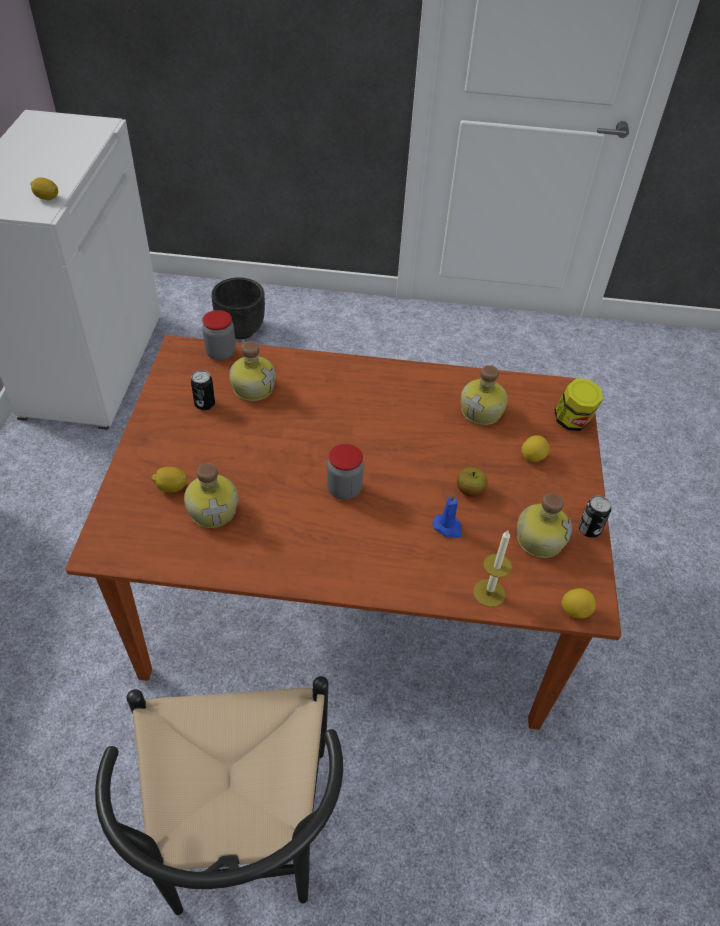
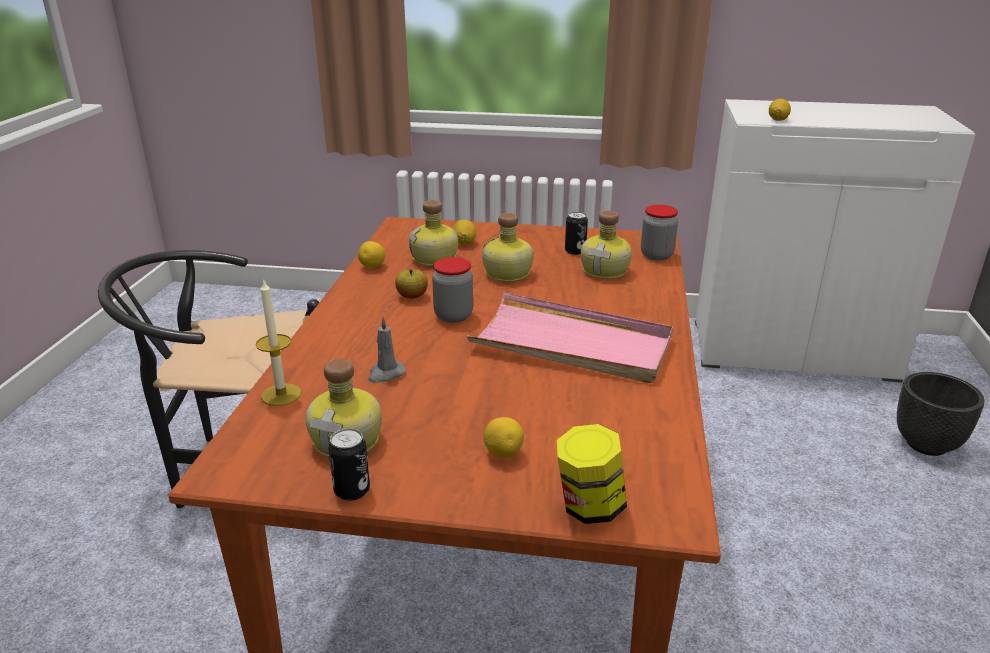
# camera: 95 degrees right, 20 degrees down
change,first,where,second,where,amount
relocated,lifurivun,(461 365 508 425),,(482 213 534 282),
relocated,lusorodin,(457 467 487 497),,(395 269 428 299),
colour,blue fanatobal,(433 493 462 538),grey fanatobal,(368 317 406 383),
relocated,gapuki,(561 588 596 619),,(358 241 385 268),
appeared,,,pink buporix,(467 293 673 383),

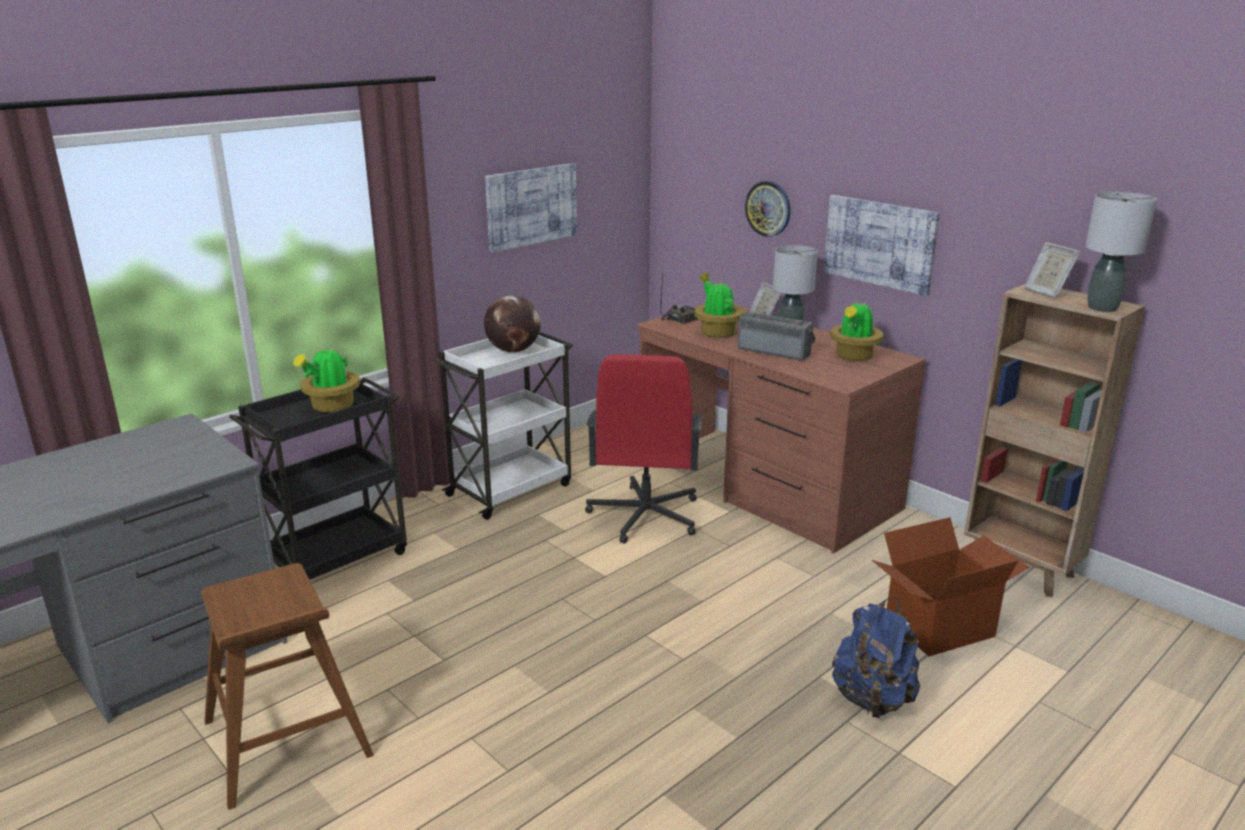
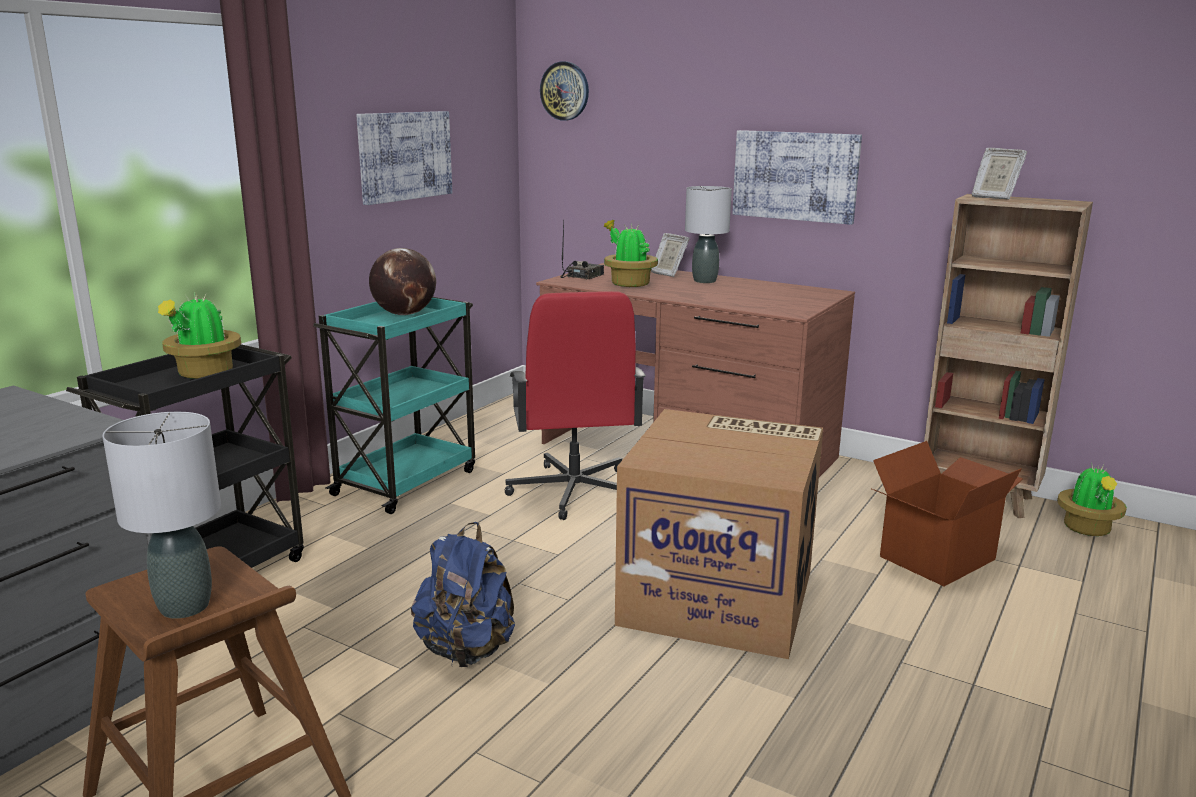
# camera: 15 degrees left, 5 degrees down
change,first,where,second,where,amount
relocated,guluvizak,(745 181 791 237),,(540 62 589 121),
relocated,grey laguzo,(1085 192 1157 312),,(103 412 221 619),
relocated,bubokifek,(830 301 884 361),,(1057 462 1127 536),
missing,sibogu,(738 311 815 361),,,
colour,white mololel,(433 332 573 520),turquoise mololel,(313 297 475 514),
relocated,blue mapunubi,(832 598 920 718),,(411 522 515 667),
appeared,,,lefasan,(615 409 823 659),

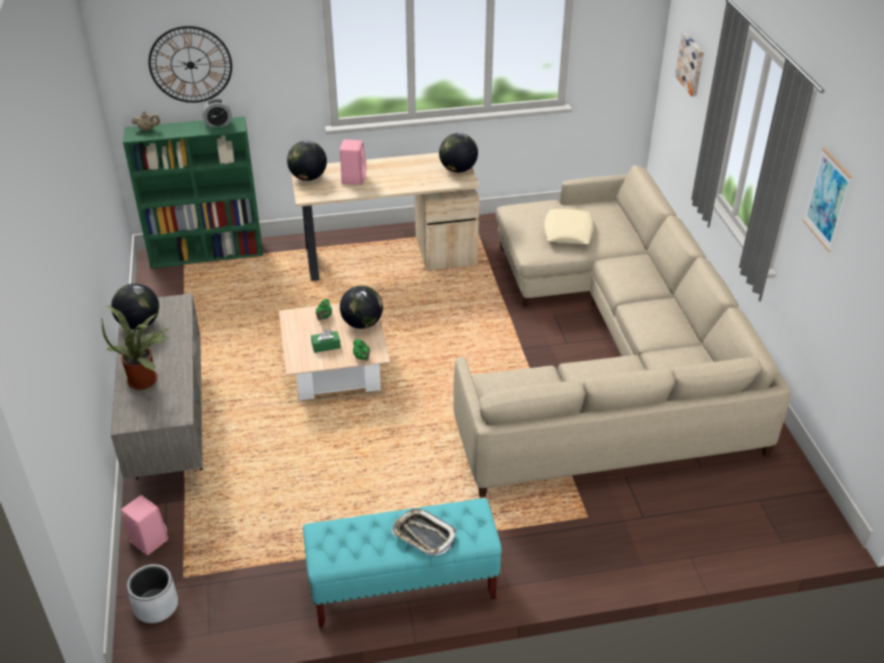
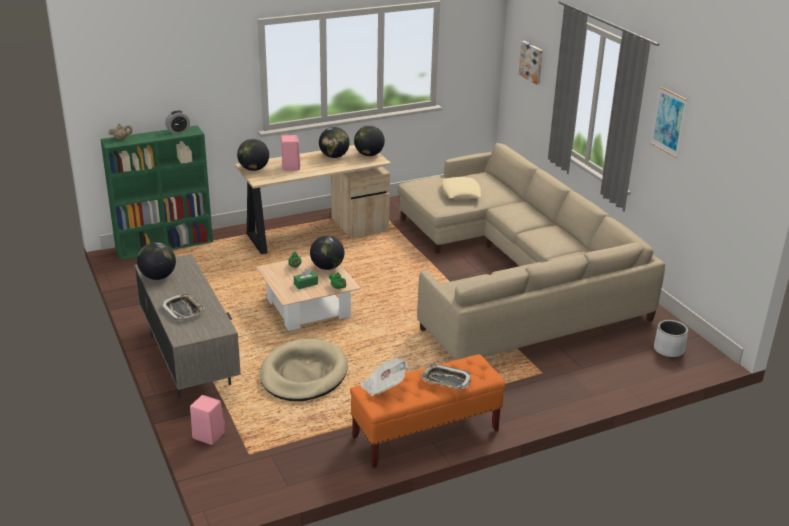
# camera: 15 degrees left, 10 degrees down
change,first,where,second,where,amount
missing,guluvizak,(148 26 232 103),,,
exchanged,bubokifek,(101 306 168 390),buporix,(160 294 205 321),
colour,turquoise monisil,(303 498 502 627),orange monisil,(350 354 505 468),
relocated,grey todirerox,(127 564 178 623),,(654 320 688 357),
appeared,,,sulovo,(319 127 350 158),
appeared,,,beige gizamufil,(260 339 348 401),
appeared,,,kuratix,(360 358 408 396),

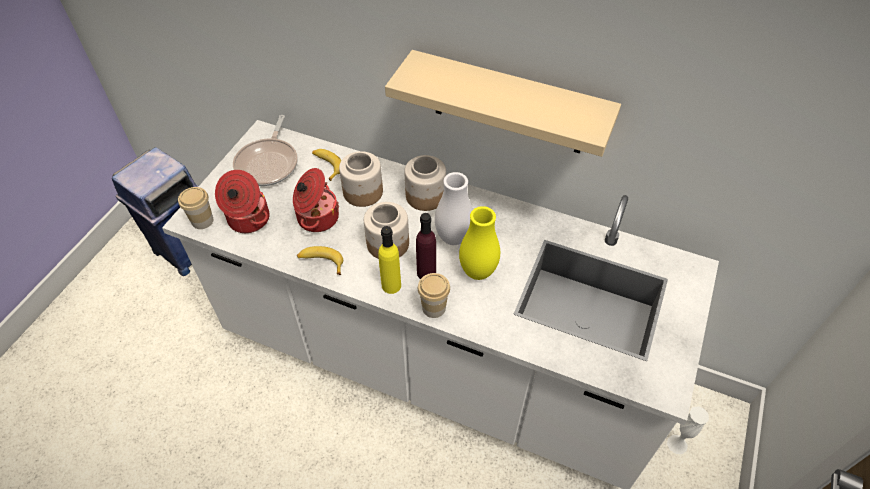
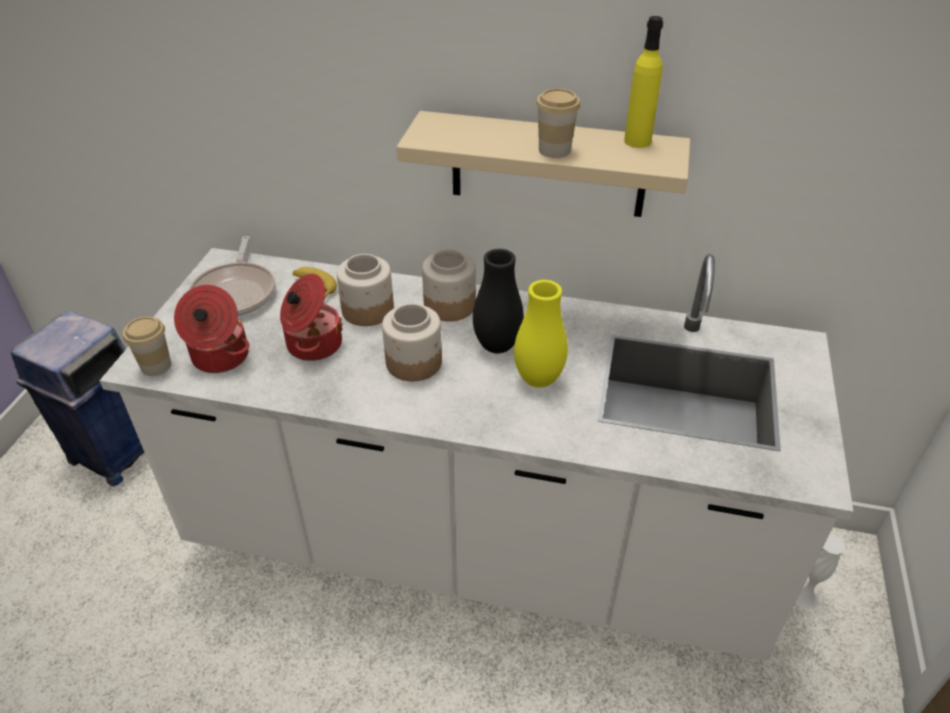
# camera: 10 degrees left, 10 degrees down
change,first,where,second,where,amount
colour,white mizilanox,(435 172 473 245),black mizilanox,(473 249 524 353),
missing,purple lifurivun,(416 213 436 279),,,
relocated,yellow lifurivun,(378 226 401 294),,(624 16 663 148),
missing,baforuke,(297 246 343 275),,,
relocated,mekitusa,(418 273 450 318),,(536 88 580 158),

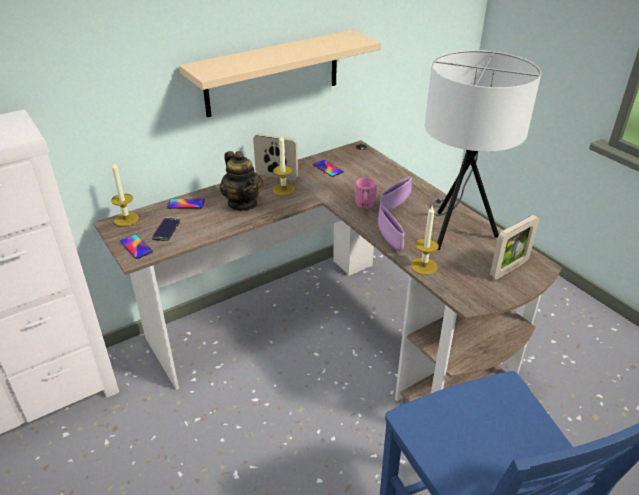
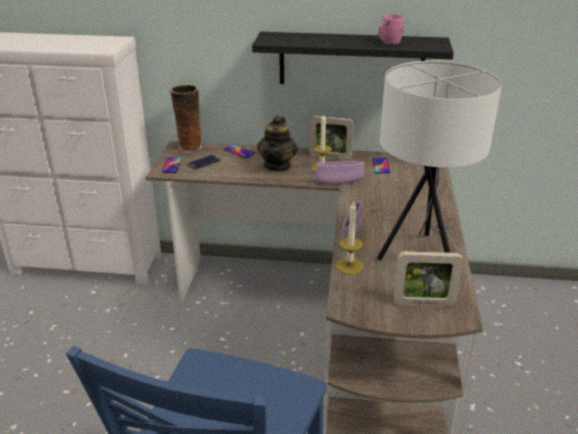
# camera: 40 degrees right, 5 degrees down
change,first,where,second,where,amount
colour,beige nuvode,(179 30 381 117),black nuvode,(252 32 454 84),
spun,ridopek,(253 134 298 181),,(310 116 354 160),135 degrees clockwise
exchanged,fanatobal,(111 161 139 226),mizilanox,(170 84 202 152),
relocated,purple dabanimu,(380 177 412 211),,(315 161 364 184),
relocated,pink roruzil,(355 178 377 209),,(378 14 404 45),

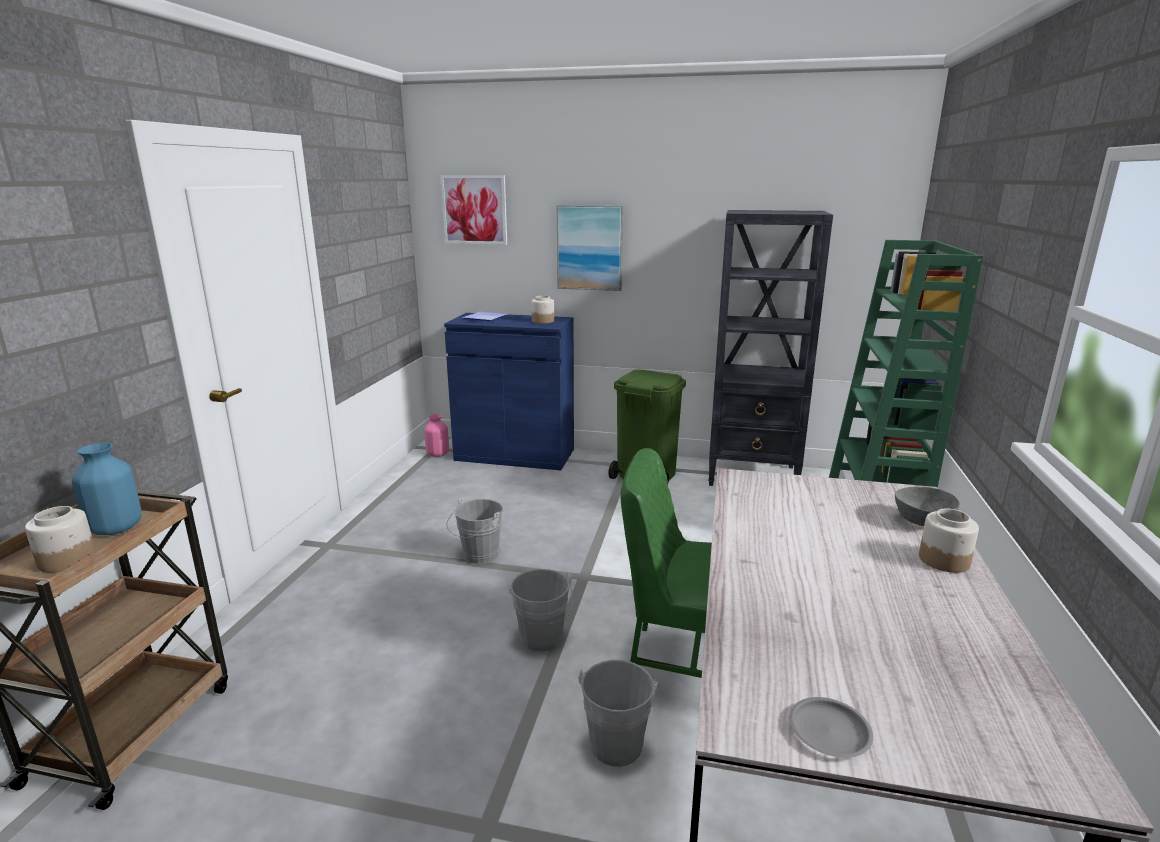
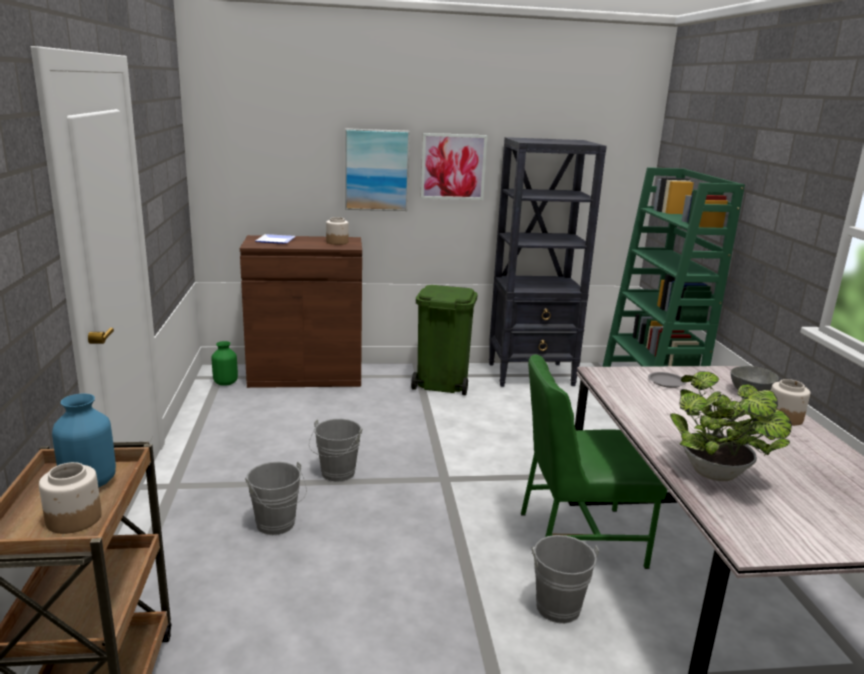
# camera: 20 degrees left, 0 degrees up
change,first,where,second,where,amount
relocated,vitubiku,(440 175 507 245),,(420 133 487 200),
colour,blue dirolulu,(444 313 574 470),brown dirolulu,(240 235 362 388),
colour,pink mizilanox,(424 414 449 457),green mizilanox,(211 341 238 386),
relocated,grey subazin,(508 569 573 652),,(245 461 307 535),
relocated,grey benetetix,(789 697 873 758),,(648 372 687 388),
appeared,,,bubokifek,(670 371 792 481),

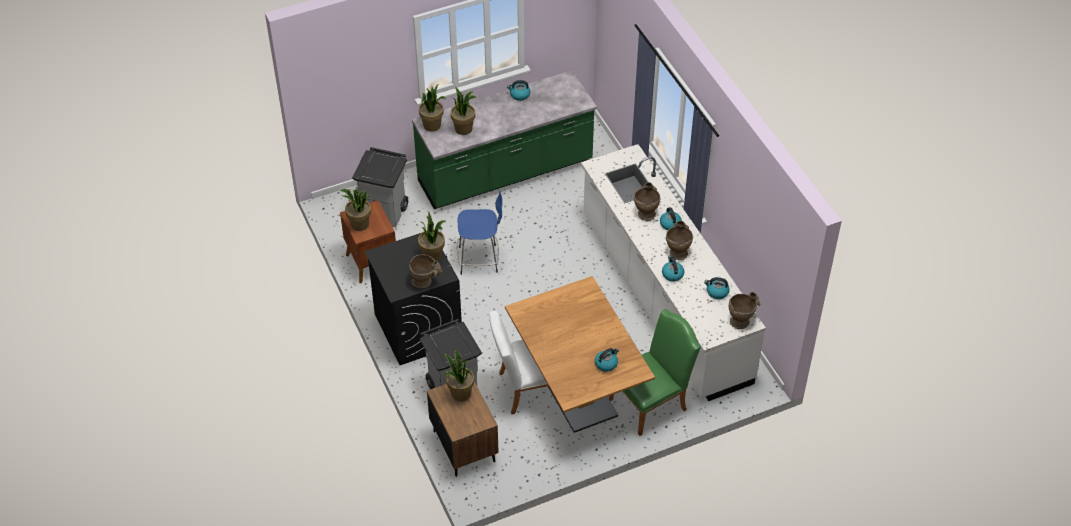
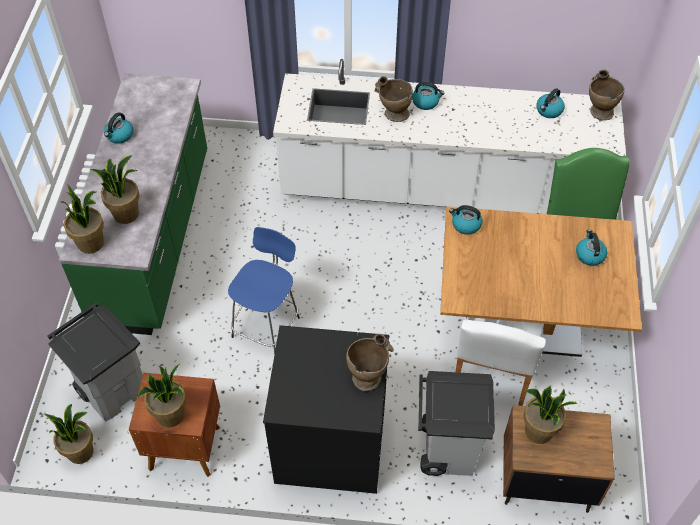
# camera: 60 degrees left, 5 degrees up
change,first,where,second,where,amount
relocated,bubokifek,(418 212 446 261),,(44 404 93 464),
missing,beige mizilanox,(666 221 693 260),,,
relocated,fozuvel,(662 256 684 282),,(449 205 483 235),

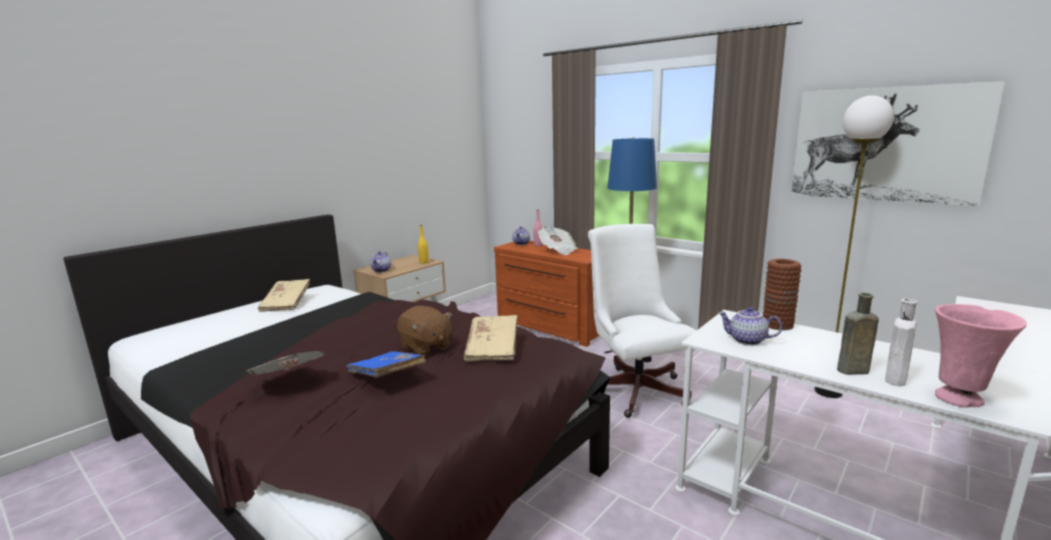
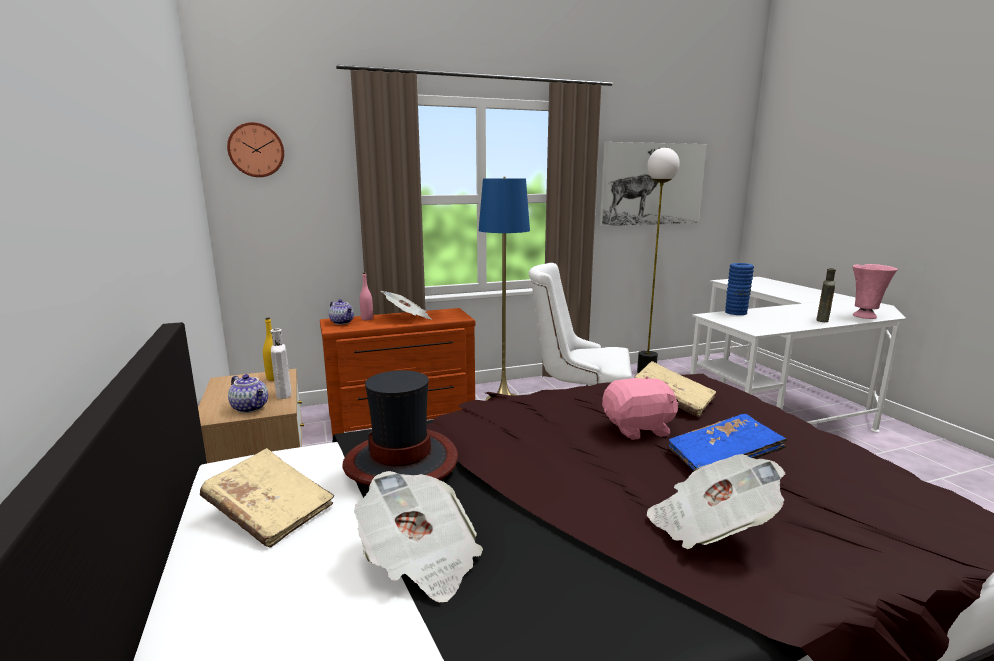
# camera: 60 degrees left, 0 degrees up
change,first,where,second,where,amount
colour,brown mizilanox,(763 259 801 330),blue mizilanox,(725 263 754 315),
relocated,white lifurivun,(885 299 917 386),,(271 329 291 399),
colour,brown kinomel,(397 306 452 356),pink kinomel,(602 376 678 440),
missing,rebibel,(718 307 782 345),,,
appeared,,,guluvizak,(227 122 284 177),
appeared,,,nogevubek,(343 370 458 486),
appeared,,,kuratix,(354 471 483 602),

